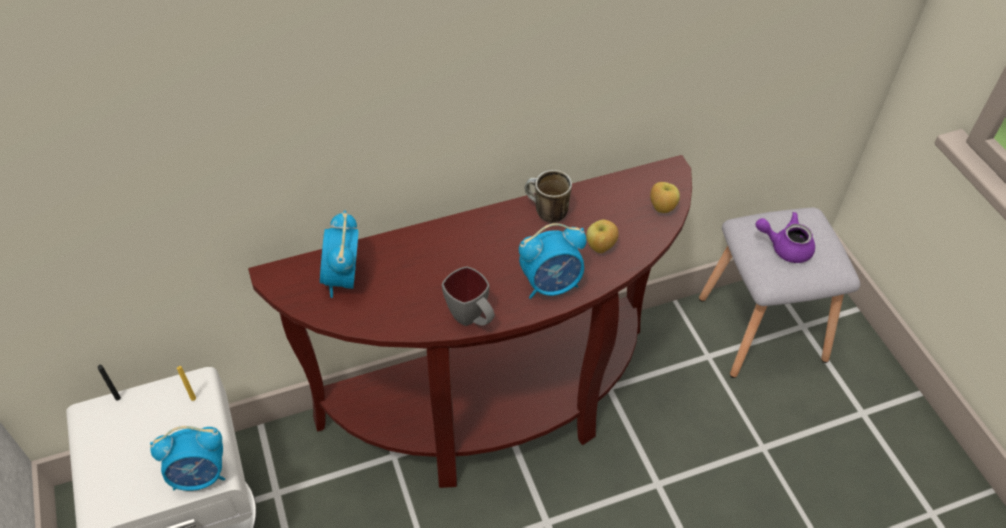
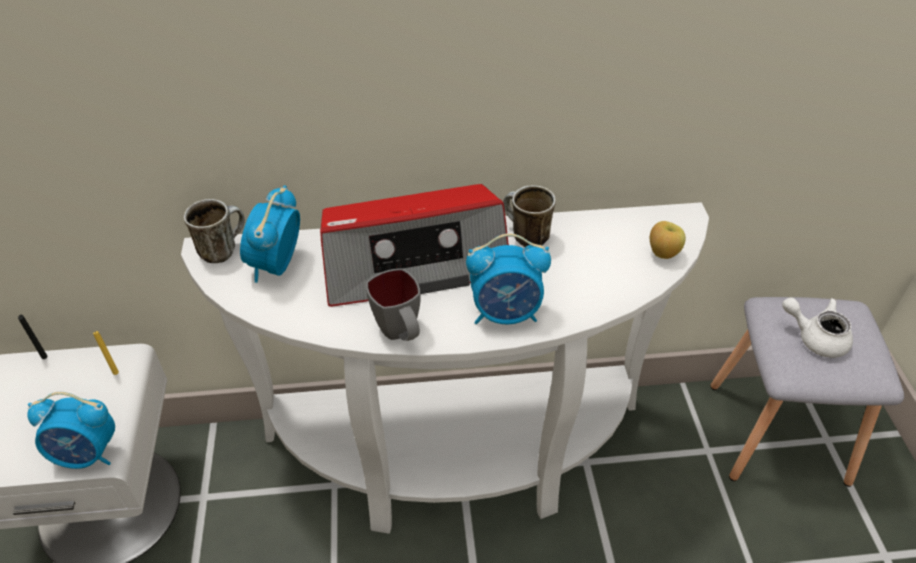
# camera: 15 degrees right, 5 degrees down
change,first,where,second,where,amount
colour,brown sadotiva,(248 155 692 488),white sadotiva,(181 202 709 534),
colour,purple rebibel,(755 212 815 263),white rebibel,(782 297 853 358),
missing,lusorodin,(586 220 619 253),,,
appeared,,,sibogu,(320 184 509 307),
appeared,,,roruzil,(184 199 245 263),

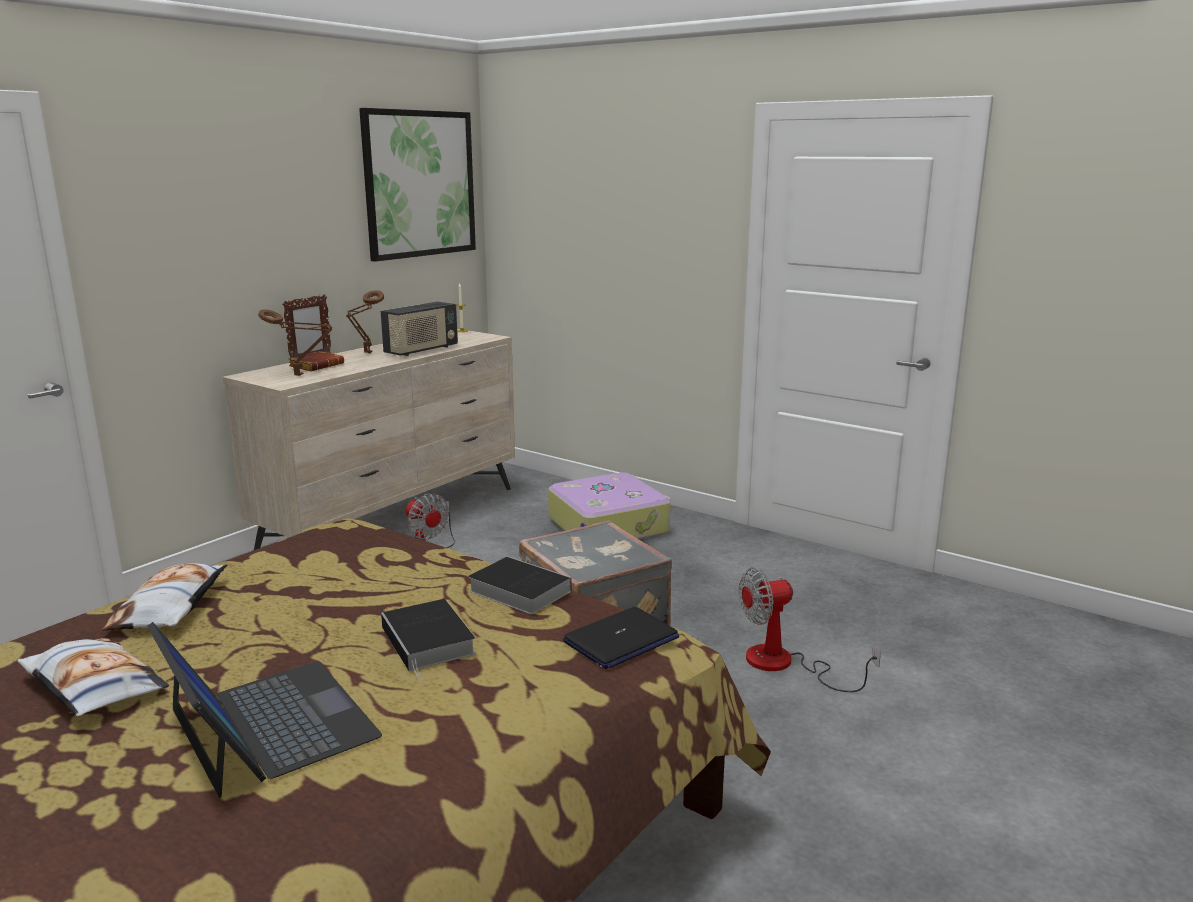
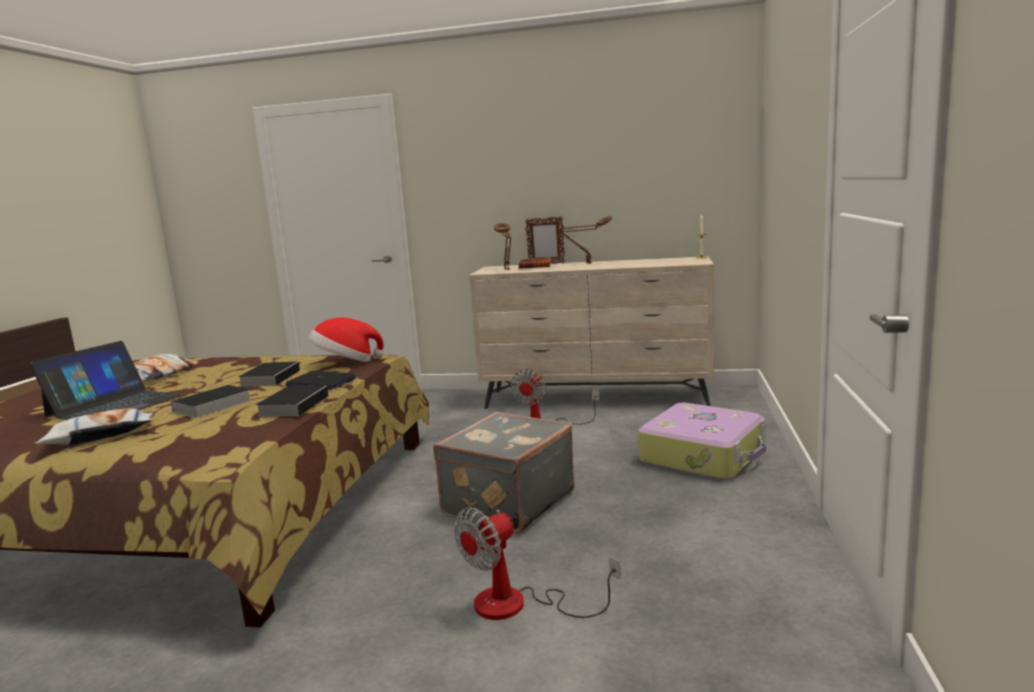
# camera: 65 degrees right, 5 degrees down
change,first,where,second,where,amount
missing,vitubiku,(359 108 476 262),,,
missing,sibogu,(381 302 458 356),,,
relocated,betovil,(101 563 227 631),,(34 409 154 445),
spun,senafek,(739 567 881 692),,(454 508 621 620),90 degrees counterclockwise
relocated,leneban,(563 607 679 669),,(285 371 356 390),
appeared,,,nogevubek,(309 318 384 362),
appeared,,,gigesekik,(238 362 300 387),

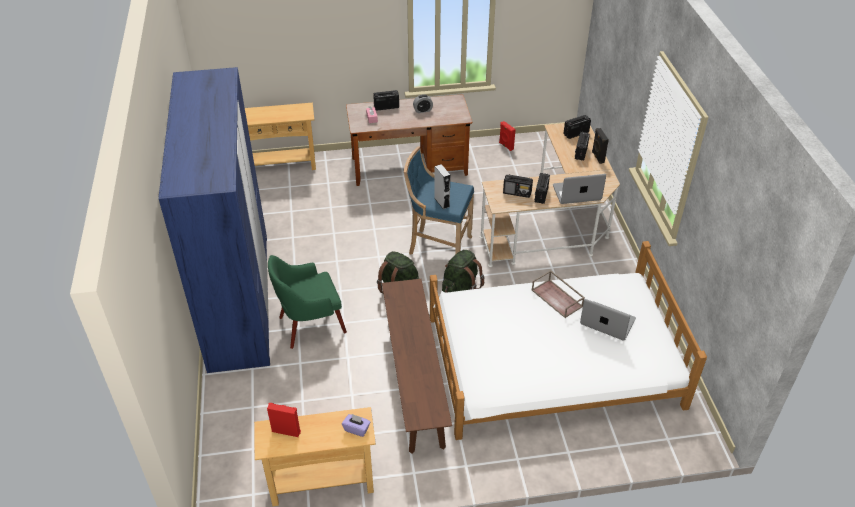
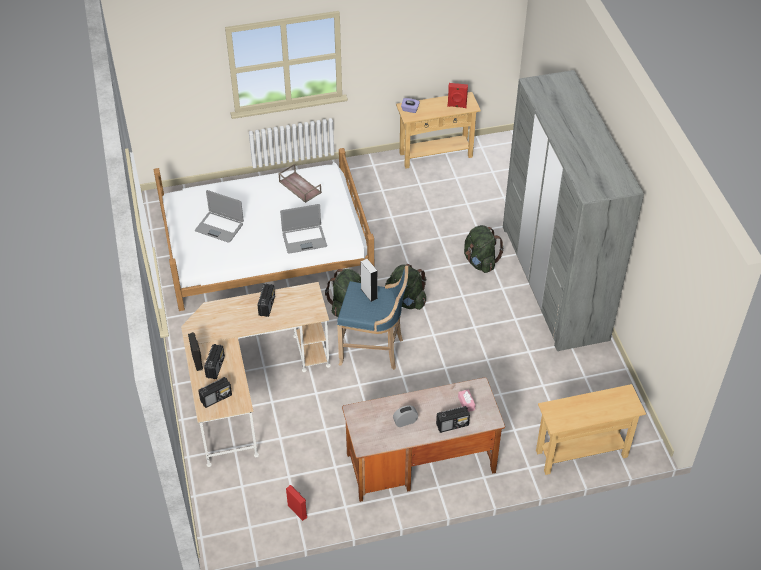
# camera: 175 degrees right, 5 degrees up
change,first,where,second,where,amount
colour,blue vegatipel,(159 67 270 373),grey vegatipel,(503 70 644 351),
missing,sibogu,(503 174 533 198),,,
relocated,leneban,(553 174 606 204),,(280 204 327 254),
exchanged,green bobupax,(268 255 347 349),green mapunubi,(464 225 504 273),
relocated,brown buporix,(532 270 585 318),,(278 164 322 203),
missing,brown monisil,(382 279 452 454),,,

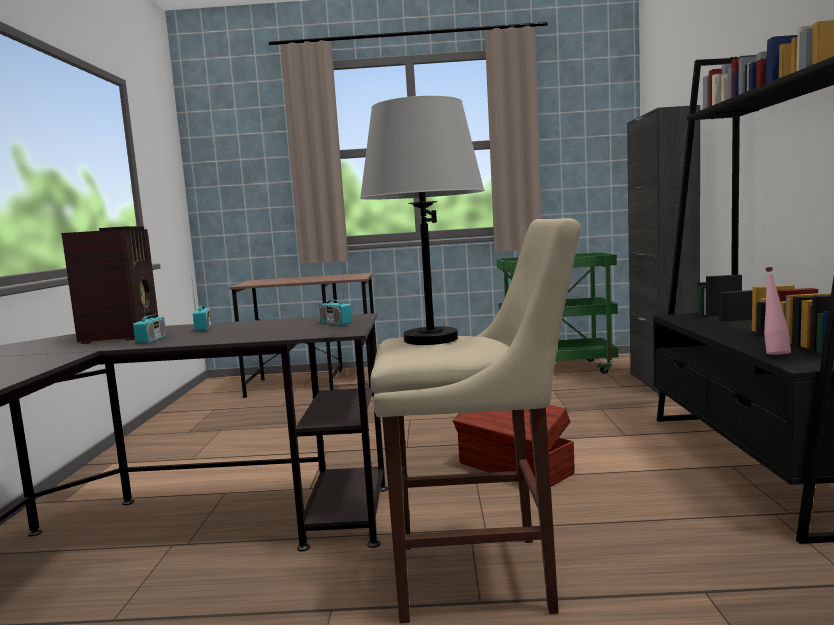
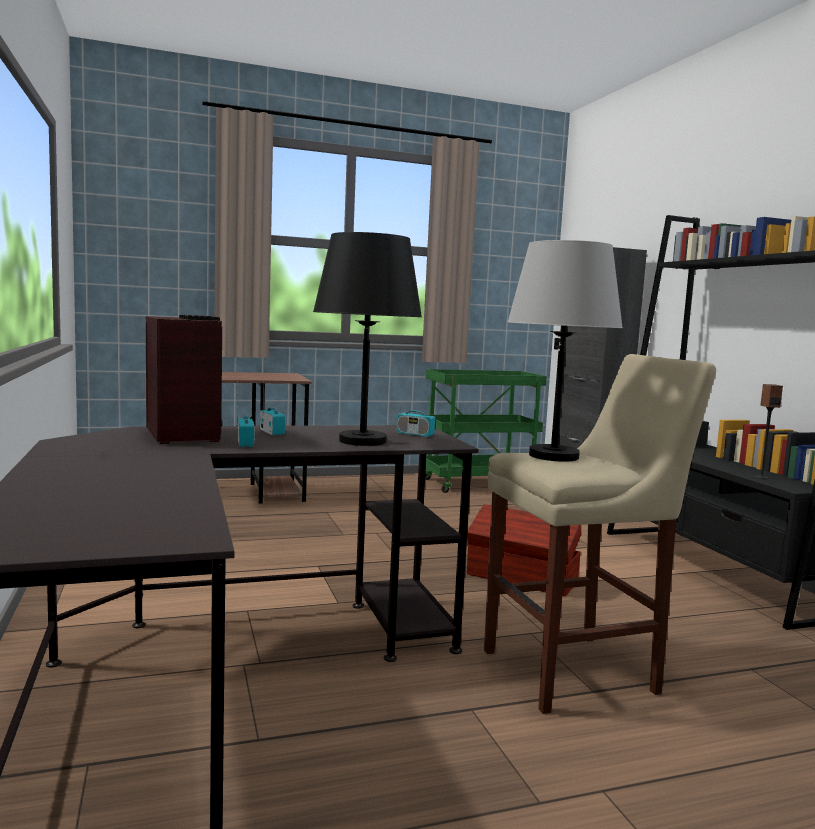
# camera: 20 degrees left, 0 degrees up
change,first,where,second,where,amount
exchanged,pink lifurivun,(764 267 791 355),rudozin,(755 384 783 479),
appeared,,,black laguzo,(313 232 422 446),

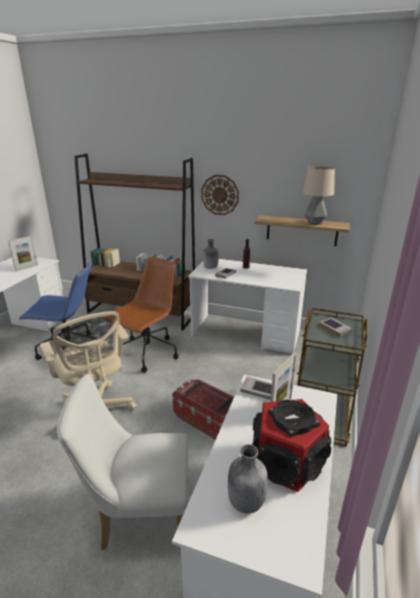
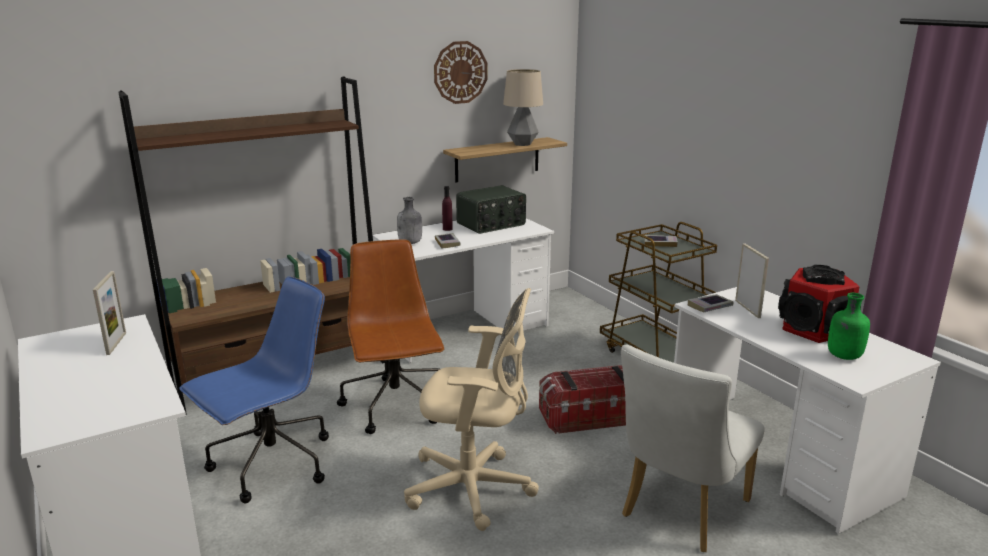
# camera: 50 degrees left, 5 degrees down
change,first,where,second,where,amount
relocated,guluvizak,(201 175 239 215),,(434 41 487 104),
colour,grey lifurivun,(228 444 268 514),green lifurivun,(828 293 870 360),
appeared,,,sibogu,(456 185 526 234),

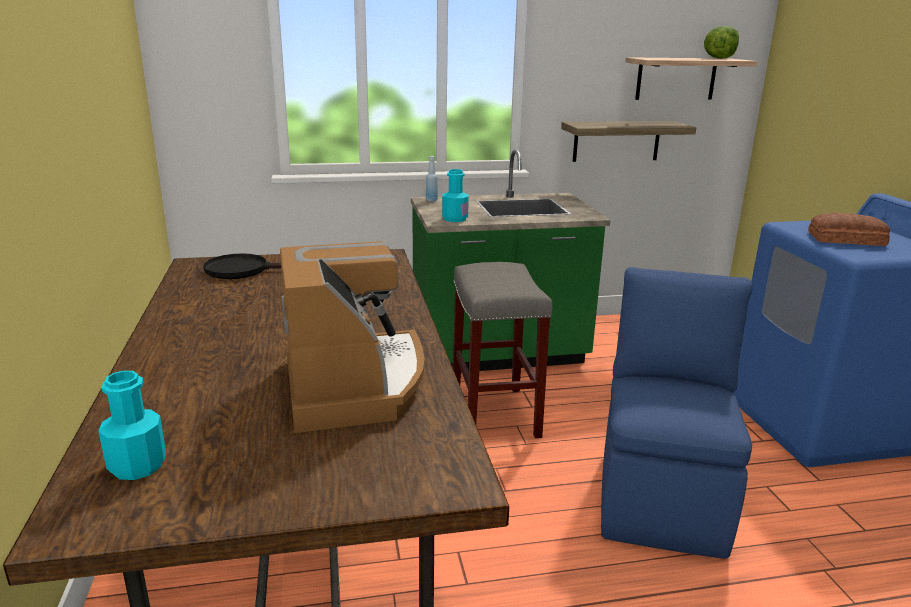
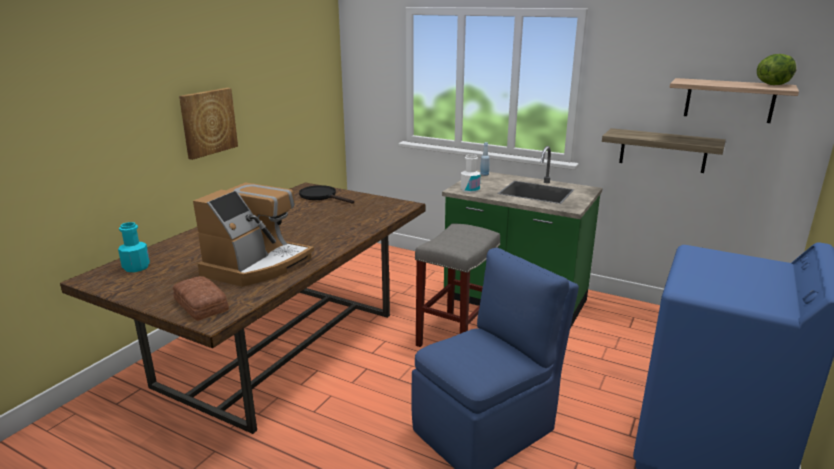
# camera: 40 degrees right, 0 degrees up
change,first,where,second,where,amount
colour,turquoise lifurivun,(442 169 469 222),white lifurivun,(461 154 481 193),
relocated,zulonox,(808 213 890 246),,(173 276 229 321),
appeared,,,vitubiku,(179 88 238 160),

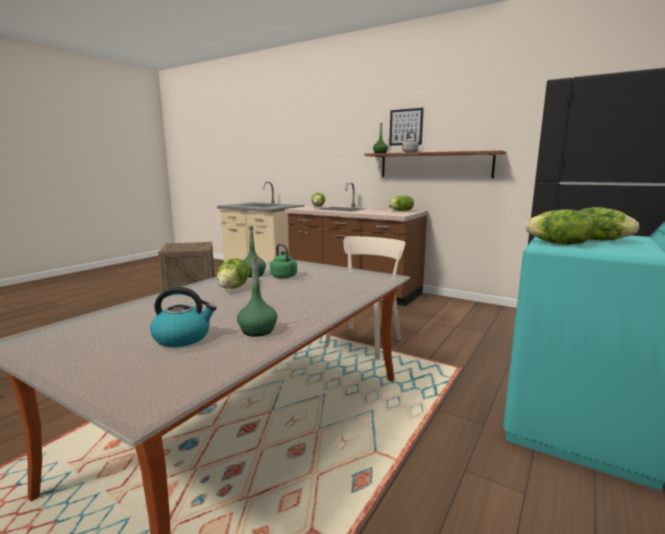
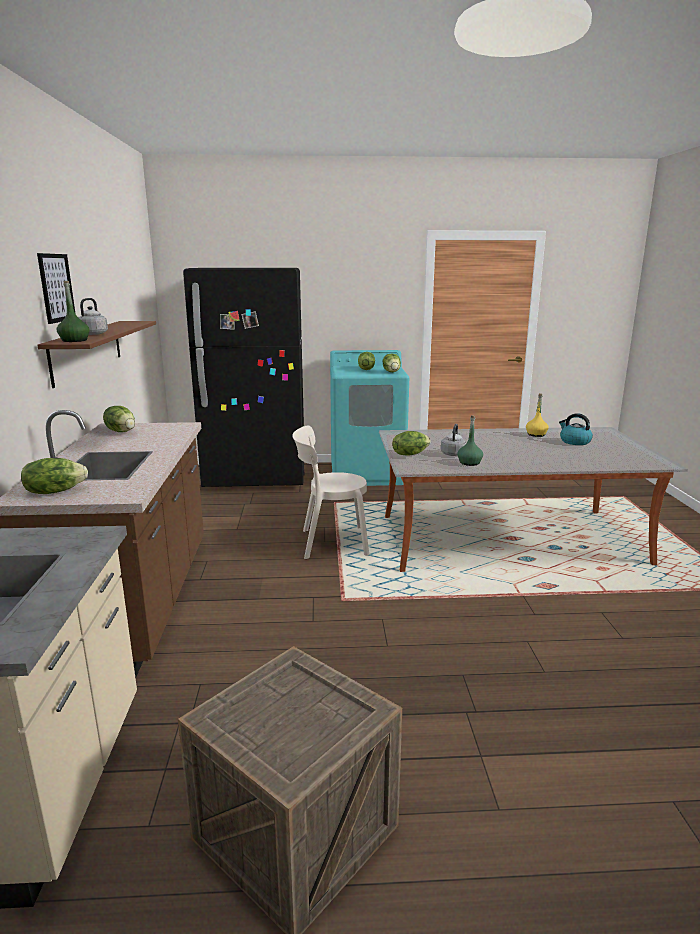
# camera: 125 degrees left, 5 degrees up
change,first,where,second,where,amount
colour,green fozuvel,(270 243 297 279),grey fozuvel,(441 424 466 456),
colour,green lifurivun,(237 257 278 337),yellow lifurivun,(526 393 549 437),
relocated,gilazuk,(217 259 250 289),,(392 431 431 456),

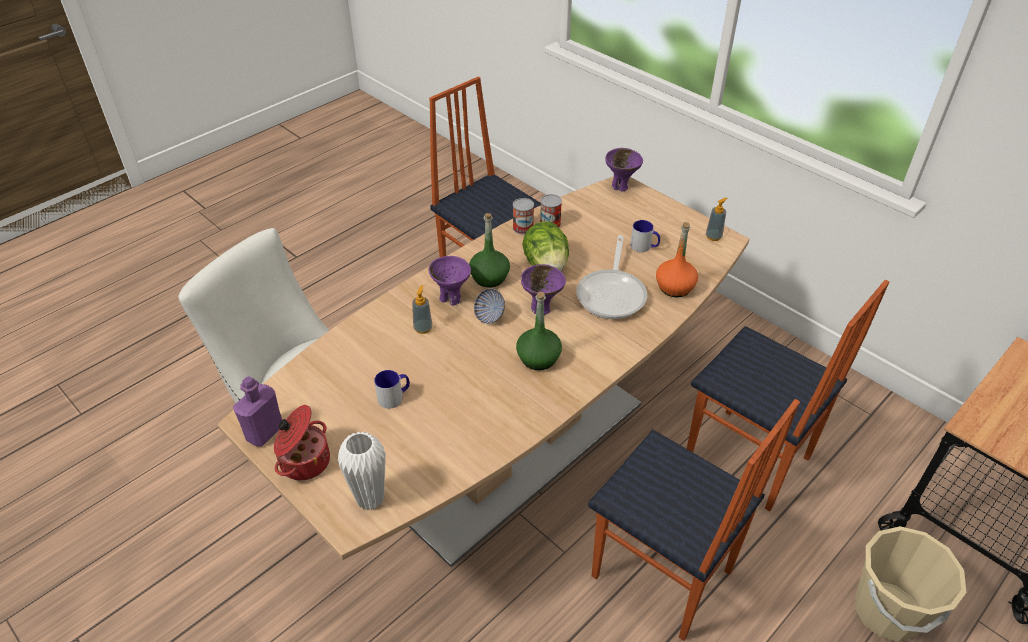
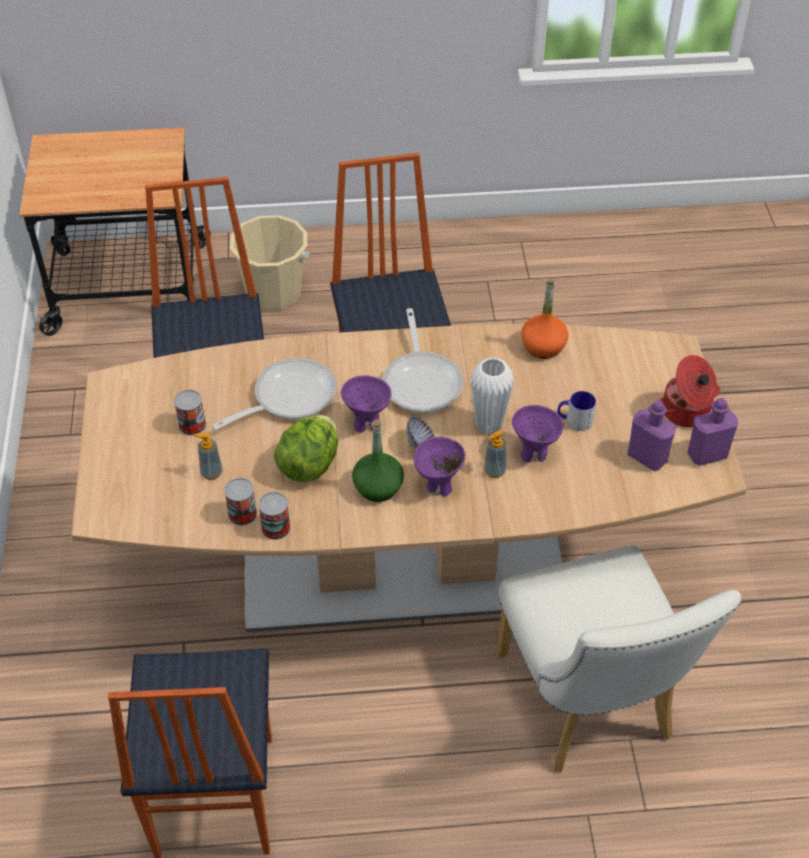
# camera: 140 degrees left, 5 degrees up
change,first,where,second,where,amount
relocated,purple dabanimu,(605 148 643 192),,(512 405 564 463),
relocated,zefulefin,(706 197 727 241),,(193 433 223 480),
exchanged,roruzil,(630 220 660 252),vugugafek,(174 390 206 436),
relocated,orange lifurivun,(656 222 698 297),,(521 278 568 359),
exchanged,green lifurivun,(516 292 562 370),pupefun,(382 308 464 413),
relocated,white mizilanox,(338 432 386 510),,(471 357 514 434),
appeared,,,purple lifurivun,(628 400 676 471),

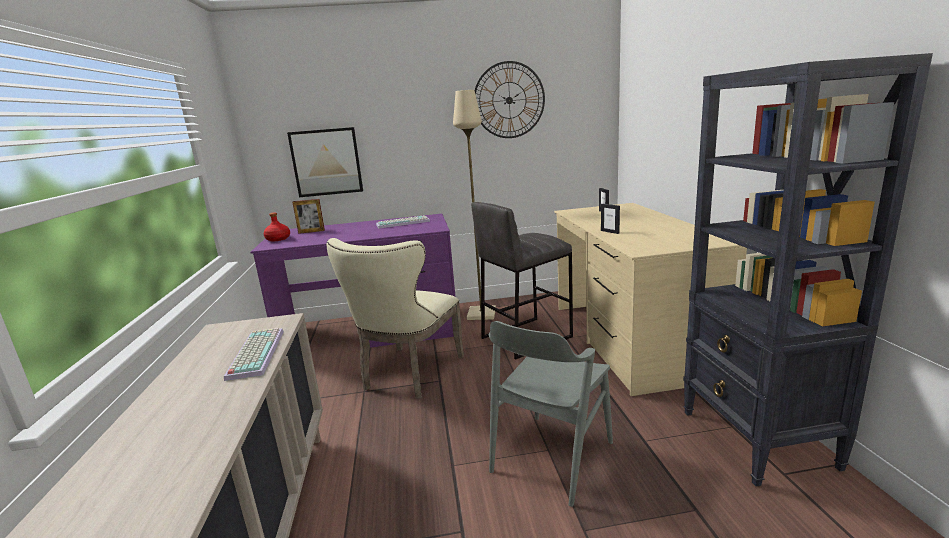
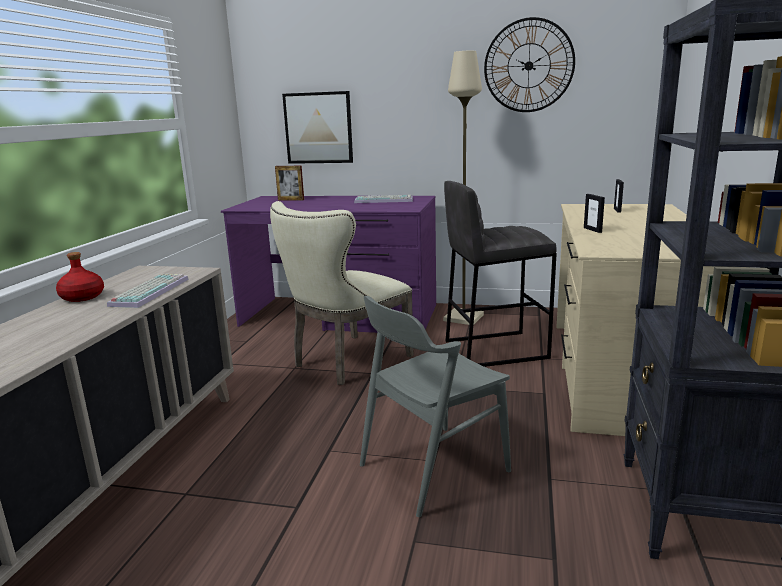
# camera: 20 degrees right, 0 degrees up
change,first,where,second,where,amount
relocated,red lifurivun,(264 212 290 241),,(56 252 104 302),

